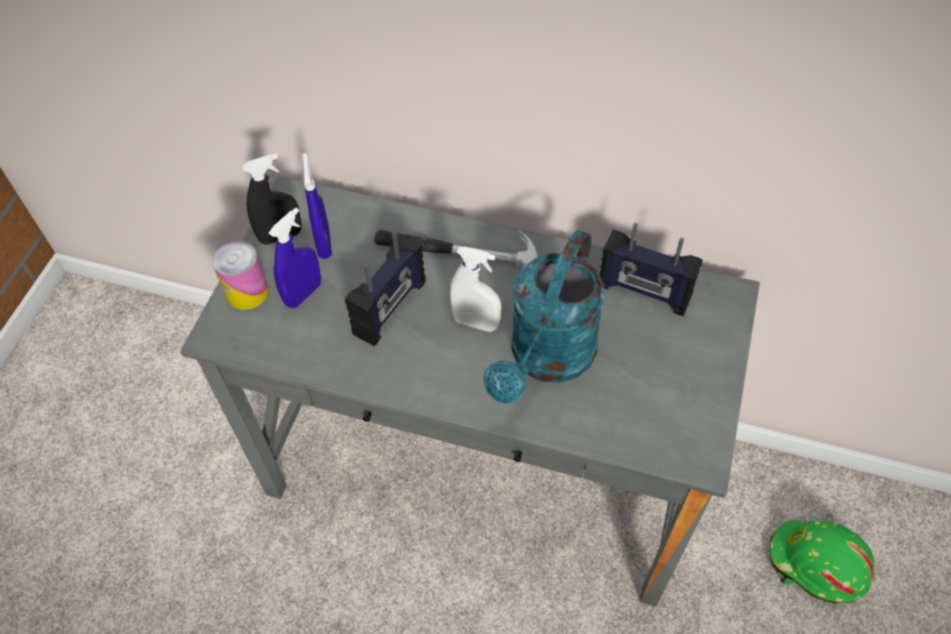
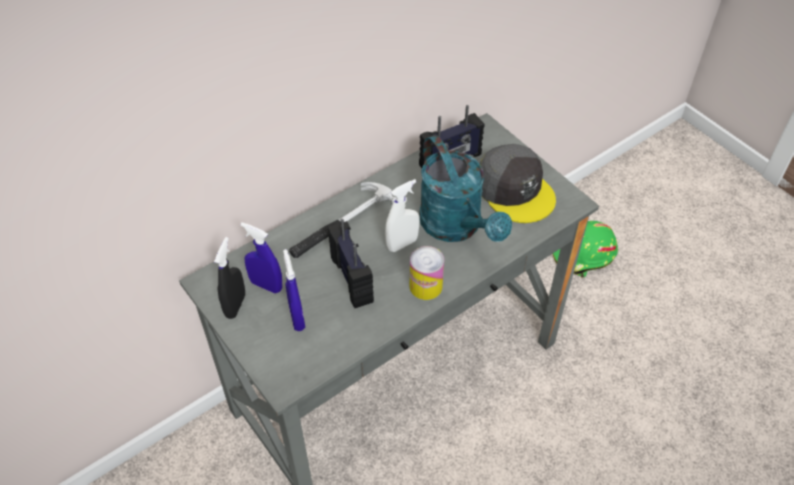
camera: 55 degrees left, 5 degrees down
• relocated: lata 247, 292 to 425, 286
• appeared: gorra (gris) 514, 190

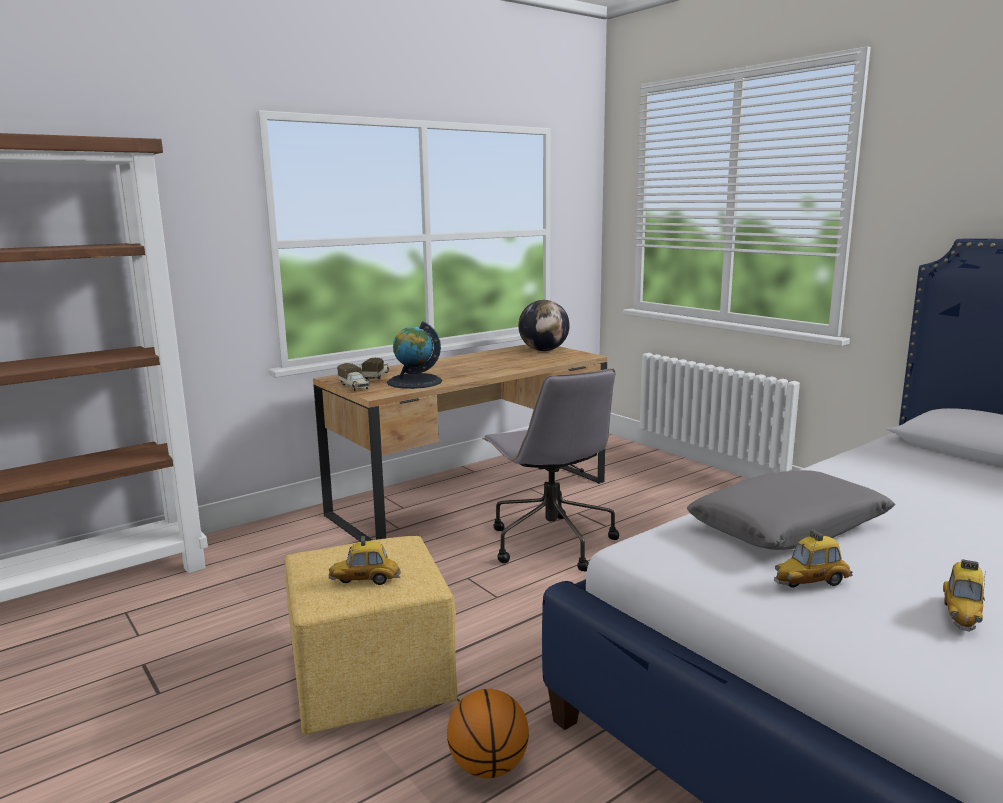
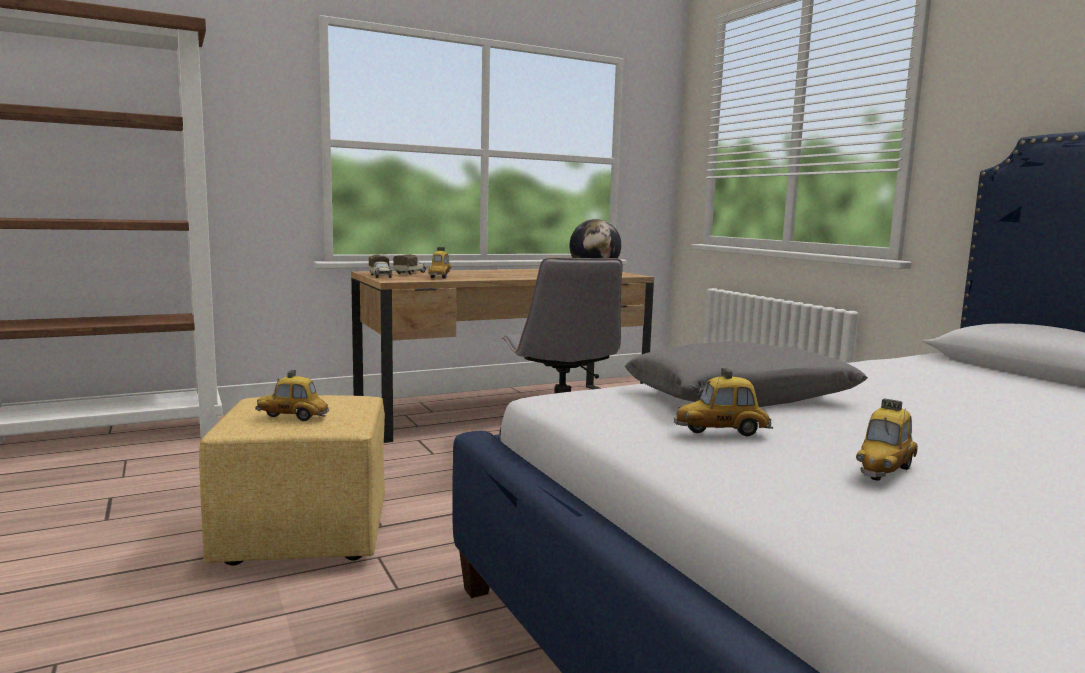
camera: 10 degrees right, 5 degrees down
• exchanged: globo terráqueo 414, 382 to coche de juguete 440, 277
• missing: balón de baloncesto 488, 766

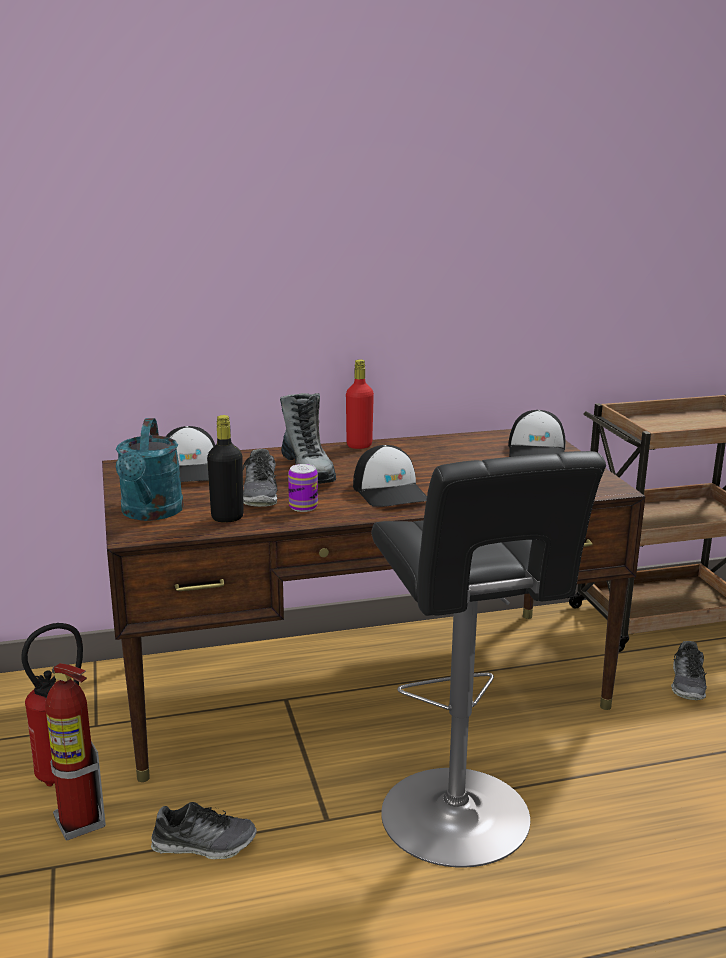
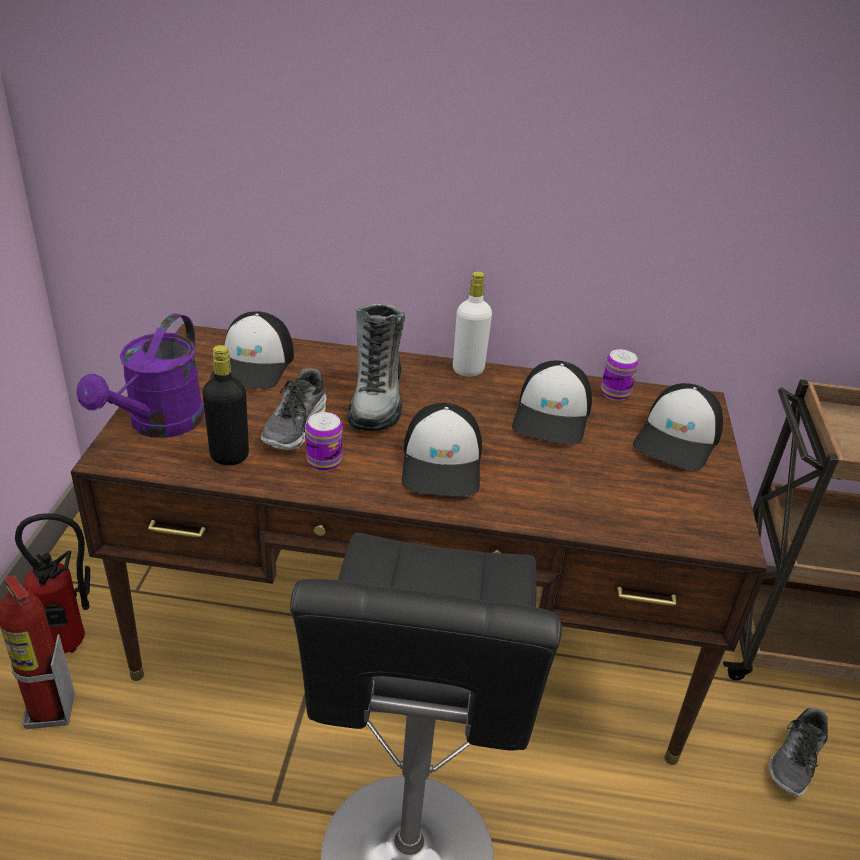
camera: 20 degrees right, 15 degrees up
• colour: regadera (turquesa) 150, 513 to regadera (morado) 158, 425
• colour: botella (rojo) 359, 445 to botella (blanco) 468, 370
• appeared: gorra 552, 416
• appeared: lata 615, 393
• missing: zapato 204, 844

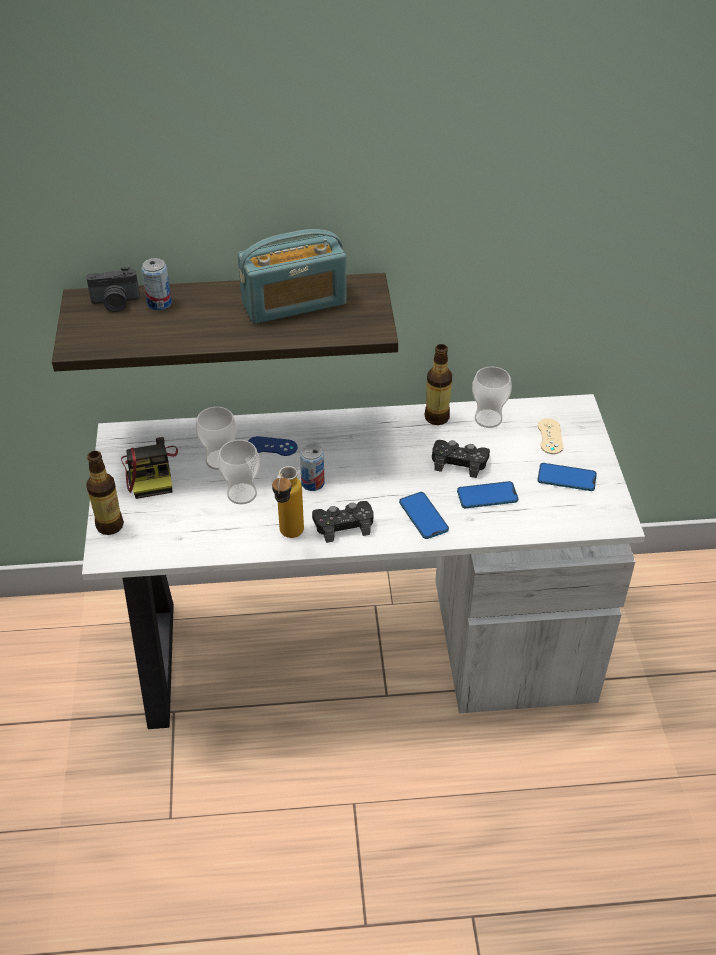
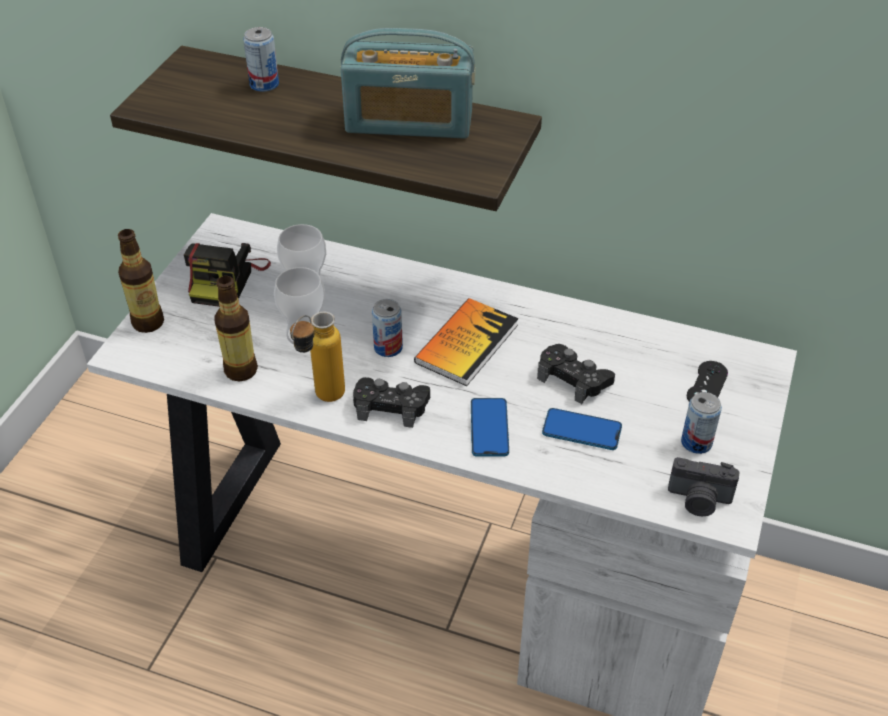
camera: 25 degrees right, 0 degrees up
• relocated: botella 436, 417 to 241, 370
• appeared: libro 467, 343
• relocated: cámara 115, 303 to 699, 500
• exchanged: móvil 566, 478 to lata 696, 442
• colour: mando de consola (beis) 550, 436 to mando de consola (negro) 707, 385
• missing: mando de consola (azul) 272, 446
• missing: taza 488, 419

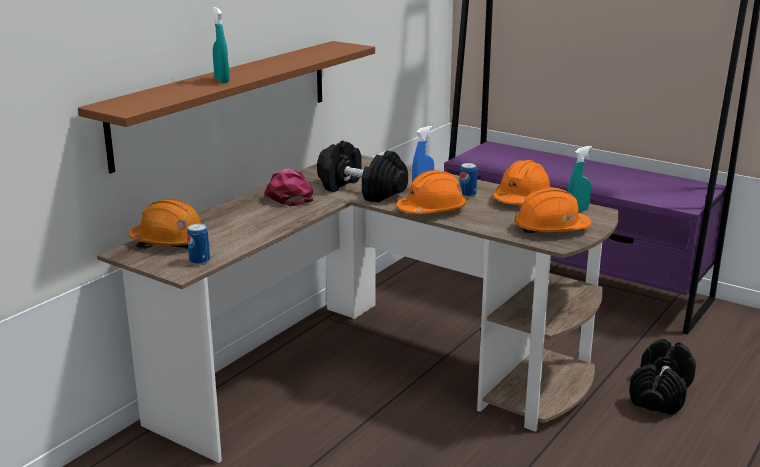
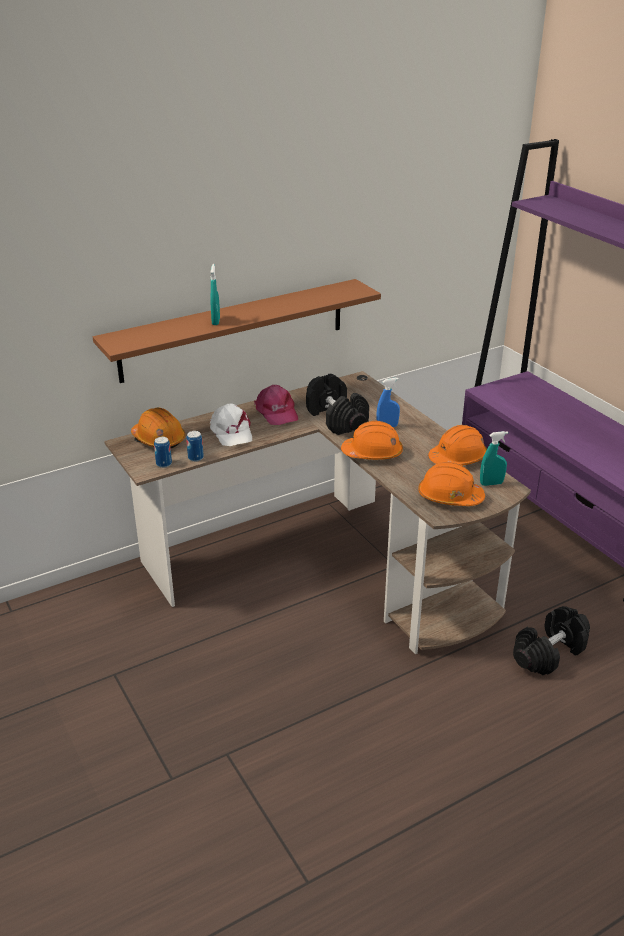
camera: 25 degrees right, 10 degrees up
• relocated: lata 467, 195 to 195, 458
• appeared: gorra (blanco) 231, 432
• spun: gorra (rosa) 288, 196 = 276, 412 150 degrees clockwise

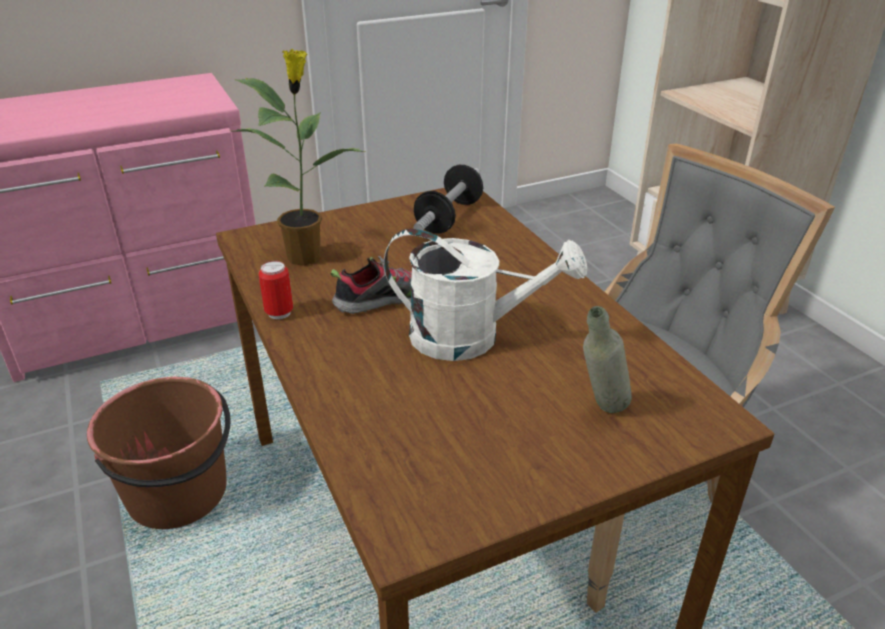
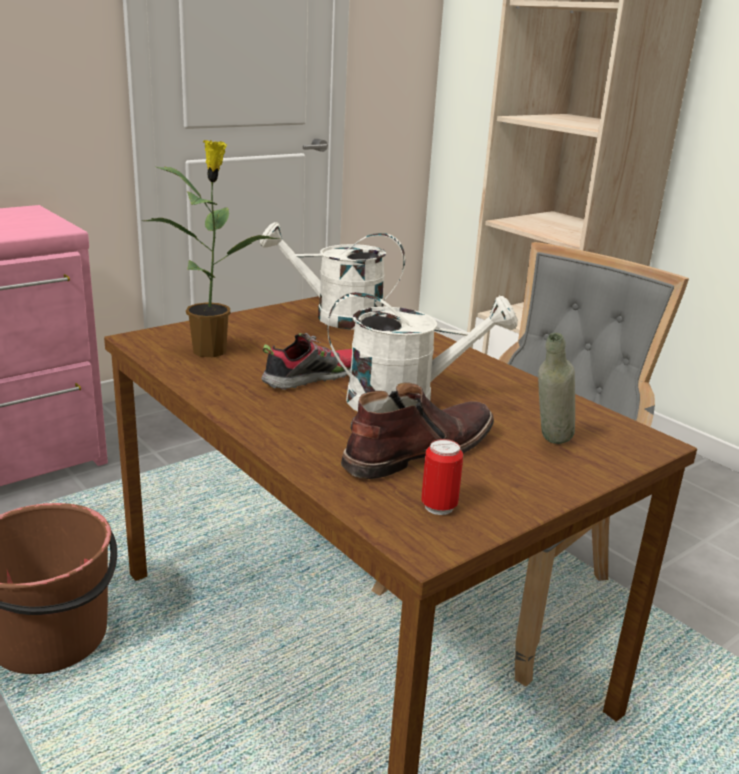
camera: 15 degrees left, 10 degrees down
• exchanged: mancuerna 449, 217 to regadera (blanco) 336, 317
• appeared: bota (marrón) 417, 451
• relocated: lata 279, 313 to 438, 507

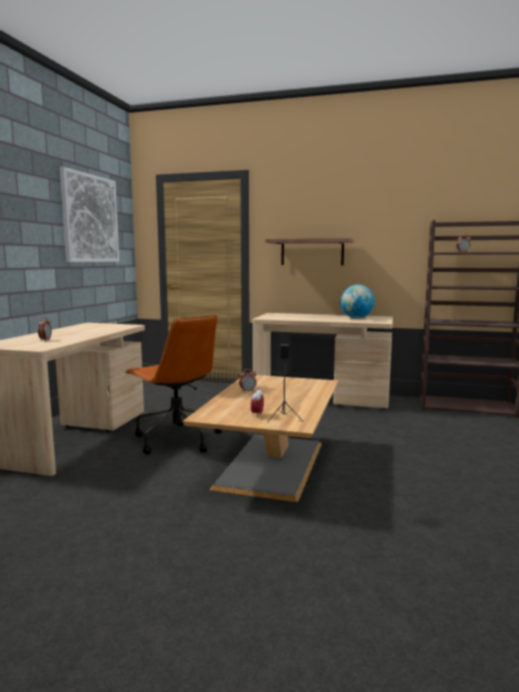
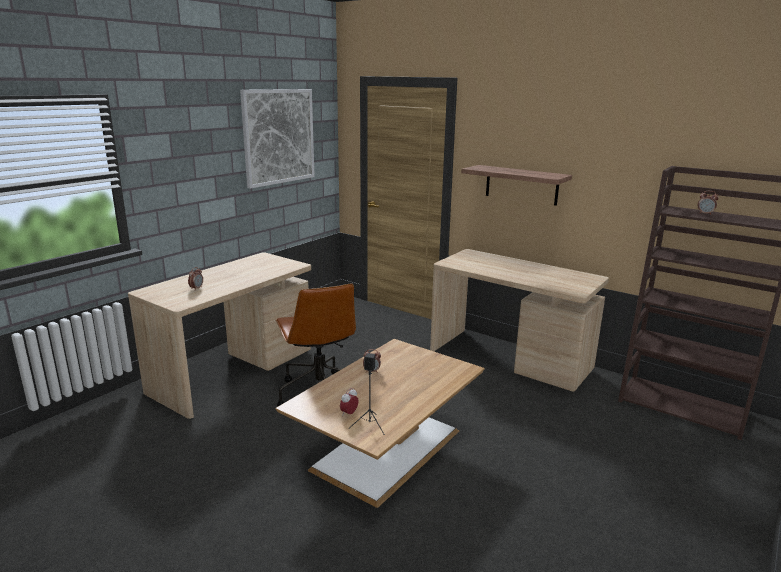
camera: 20 degrees right, 10 degrees up
• missing: globo terráqueo 356, 318

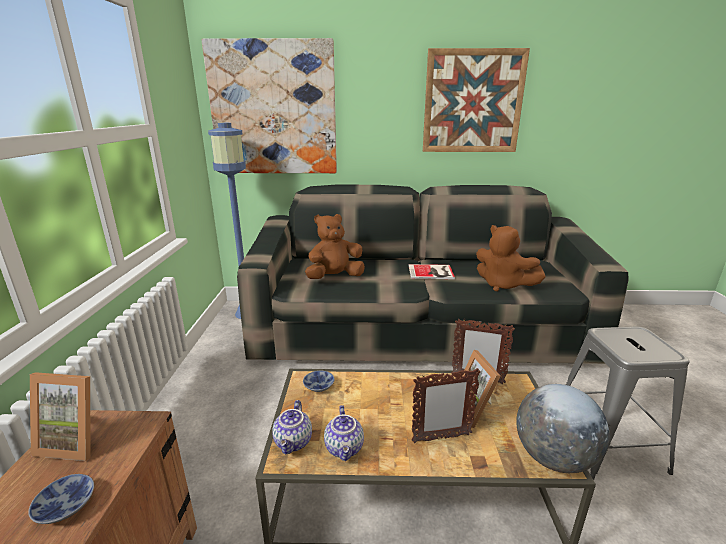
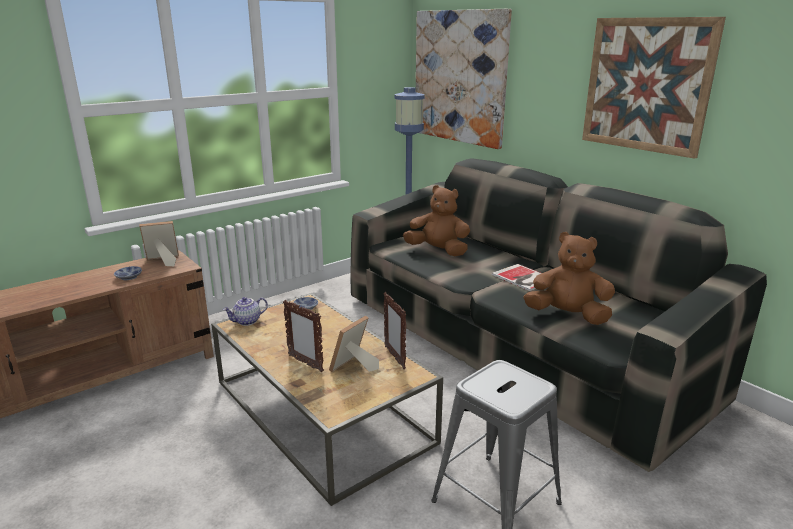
camera: 50 degrees right, 0 degrees up
• spun: portarretratos 77, 441 = 162, 261 105 degrees clockwise
• spun: peluche (marrón) 503, 285 = 567, 316 105 degrees clockwise
• missing: tetera 345, 448
• missing: globo terráqueo 553, 457

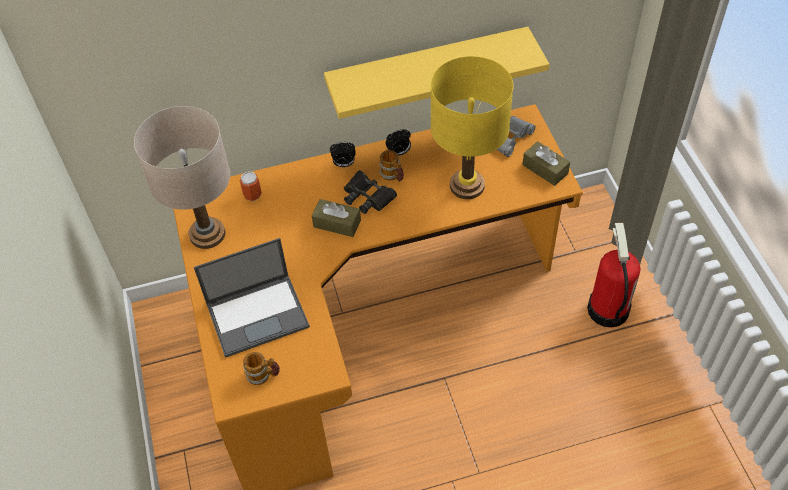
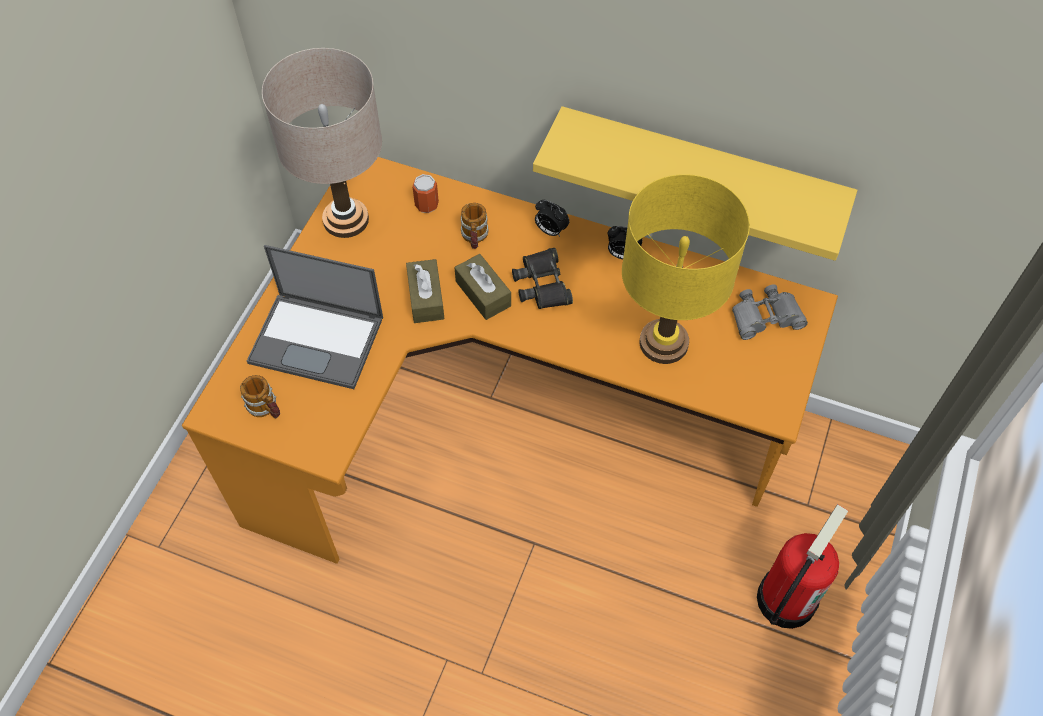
camera: 35 degrees right, 5 degrees up
• relocated: caja de pañuelos (marrón) 545, 169 to 426, 298
• relocated: taza grande 392, 175 to 474, 237

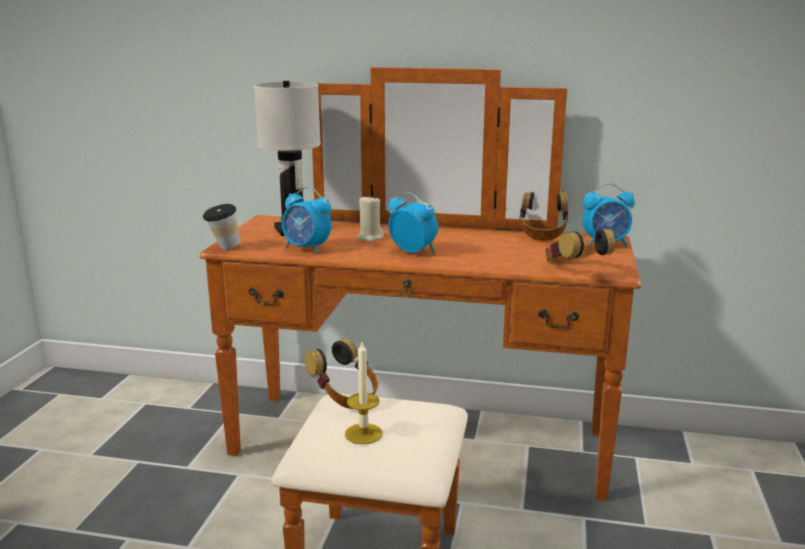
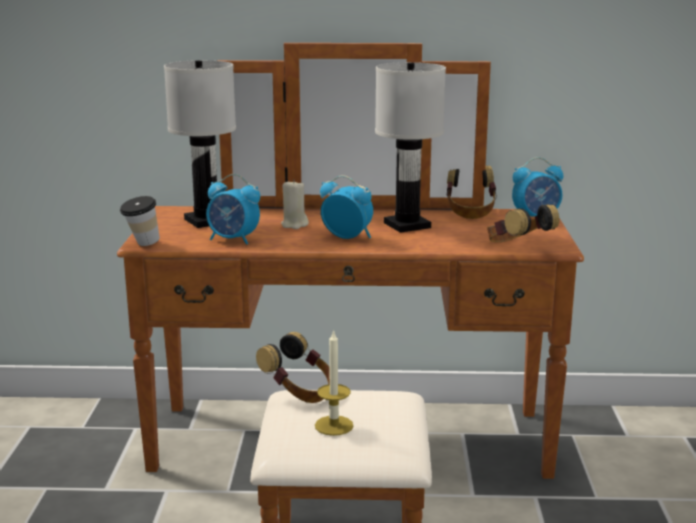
camera: 10 degrees left, 0 degrees up
• appeared: lámpara de mesa (blanco) 406, 225

